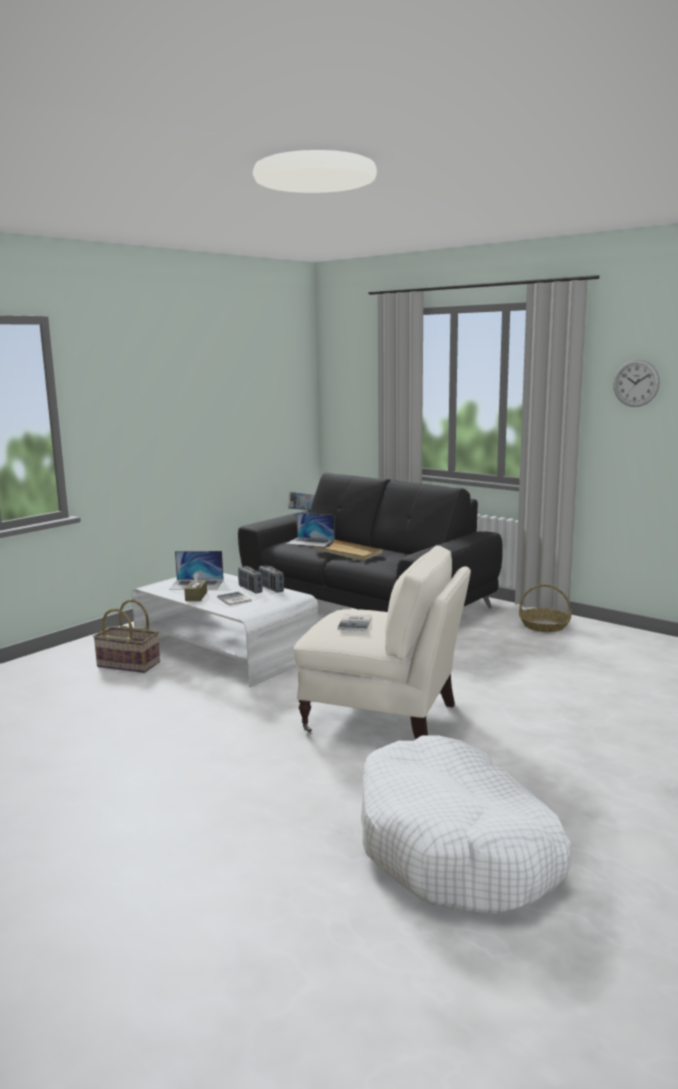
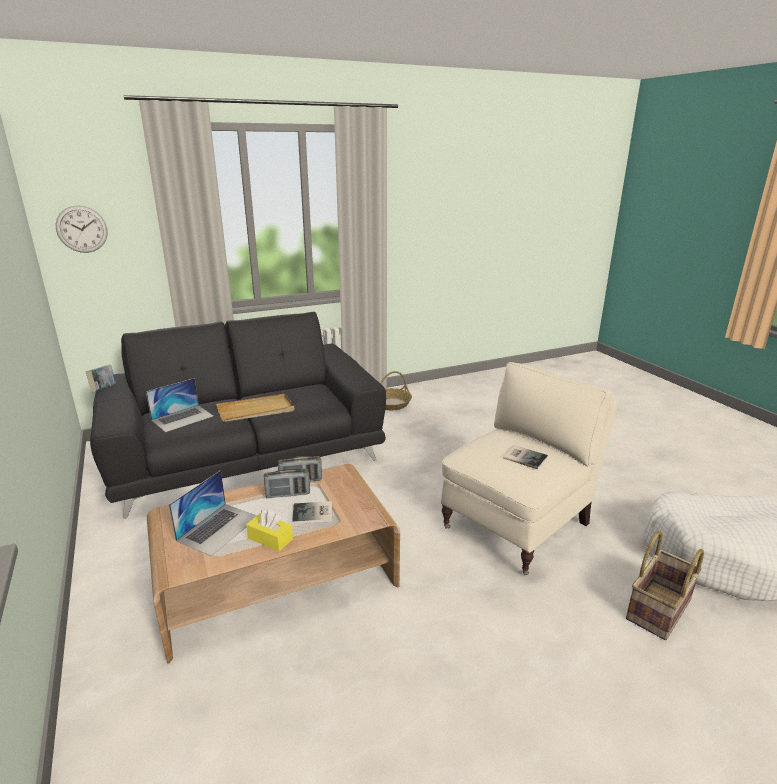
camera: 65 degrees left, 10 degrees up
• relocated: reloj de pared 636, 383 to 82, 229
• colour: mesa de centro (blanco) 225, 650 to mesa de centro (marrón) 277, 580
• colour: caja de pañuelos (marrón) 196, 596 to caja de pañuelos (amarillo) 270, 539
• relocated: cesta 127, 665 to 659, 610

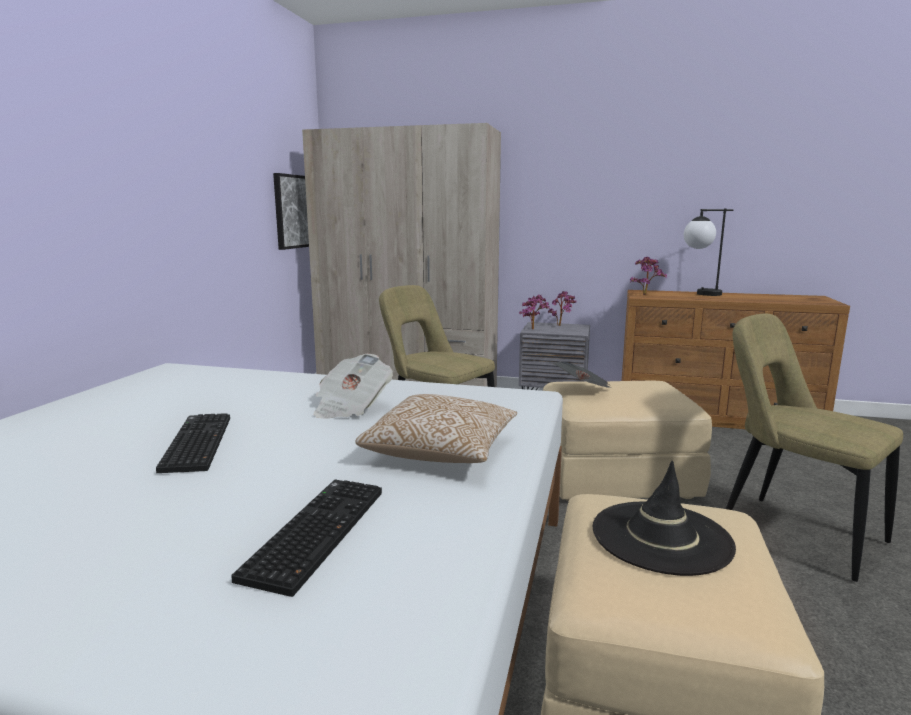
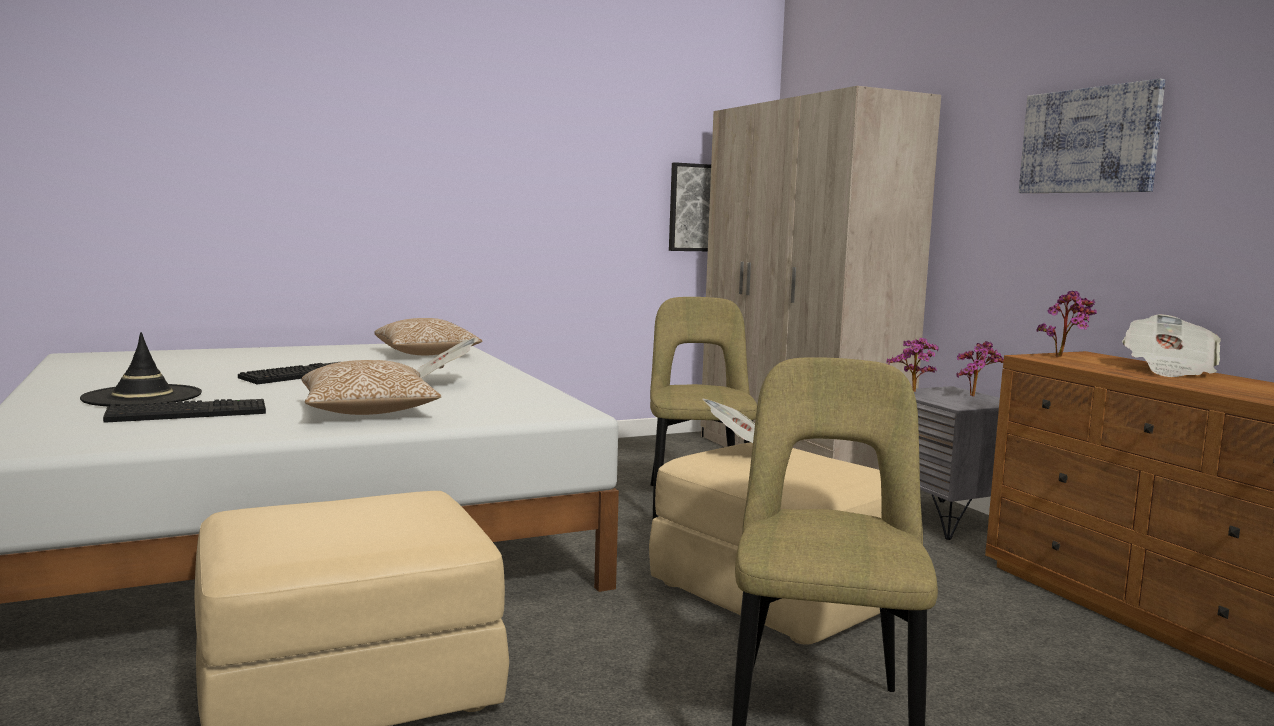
camera: 50 degrees right, 5 degrees down
• relocated: sombrero (negro) 661, 537 to 142, 397
• appeared: cojín 426, 354
• appeared: cuadro 1089, 140
• exchanged: lámpara de mesa 700, 294 to periódico 1168, 371

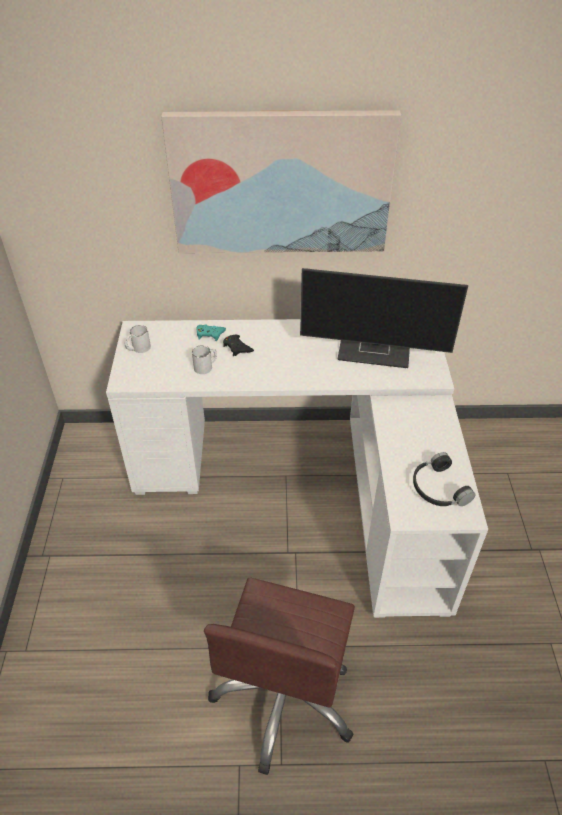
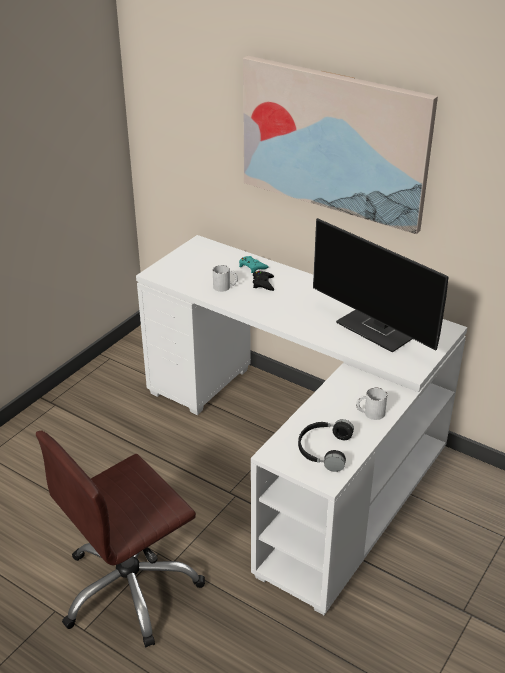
camera: 35 degrees right, 10 degrees down
• relocated: taza grande (blanco) 138, 348 to 370, 413

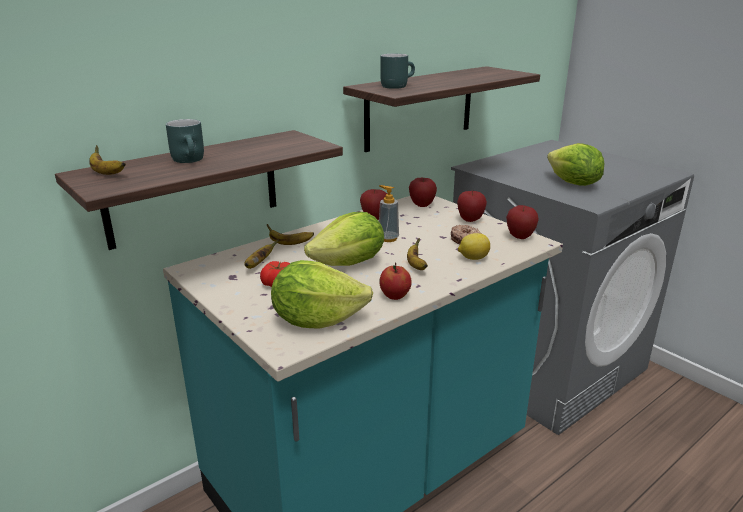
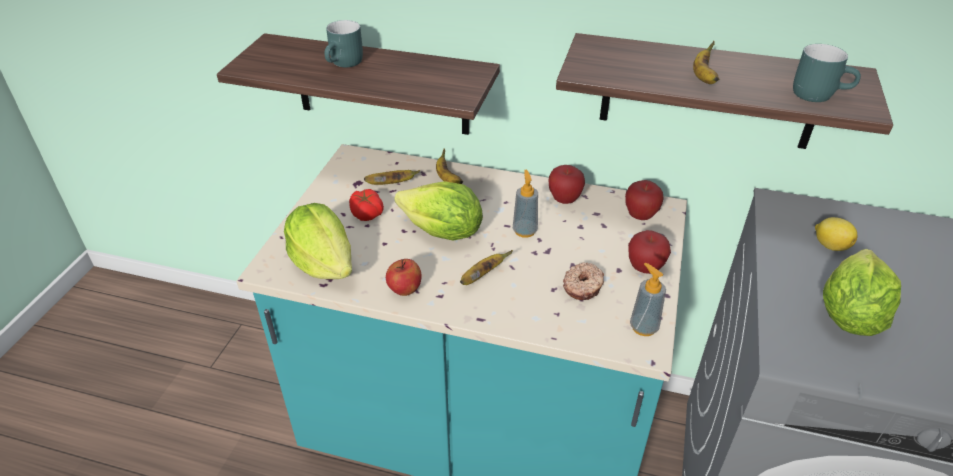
camera: 55 degrees right, 15 degrees up
• exchanged: manzana 520, 237 to dispensador de jabón 643, 327
• relocated: plátano 106, 173 to 703, 77
• relocated: taza grande (turquesa) 396, 86 to 818, 94
• relocated: limón 473, 258 to 830, 245

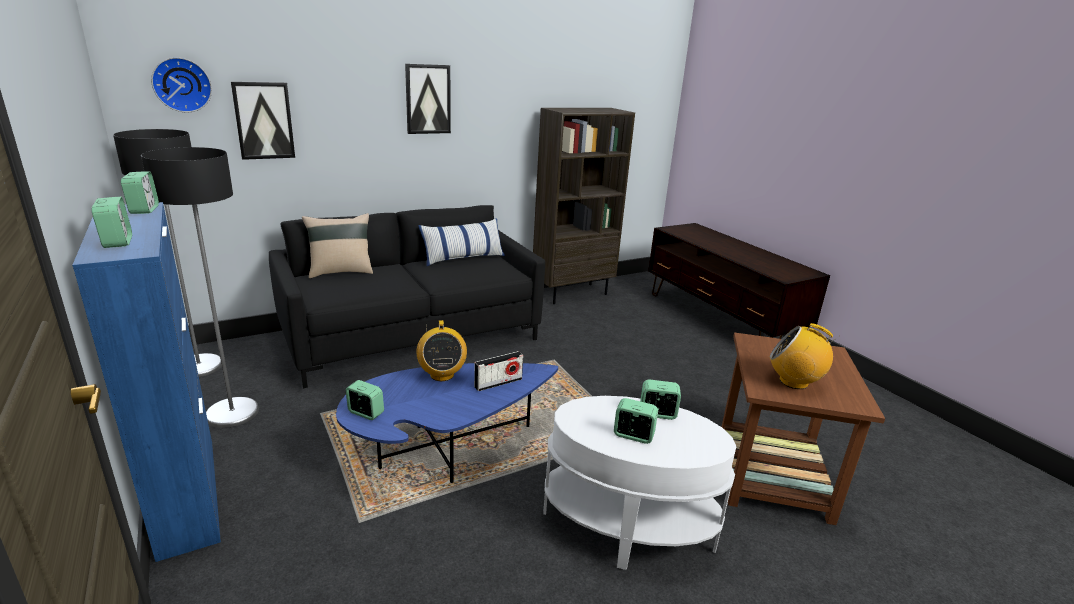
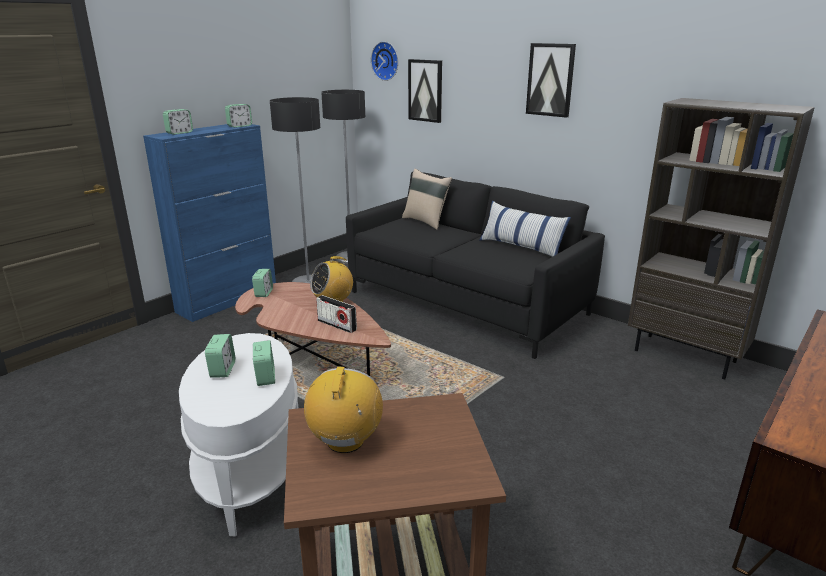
camera: 70 degrees right, 0 degrees up
• colour: mesa de centro (azul) 445, 450 to mesa de centro (marrón) 312, 361

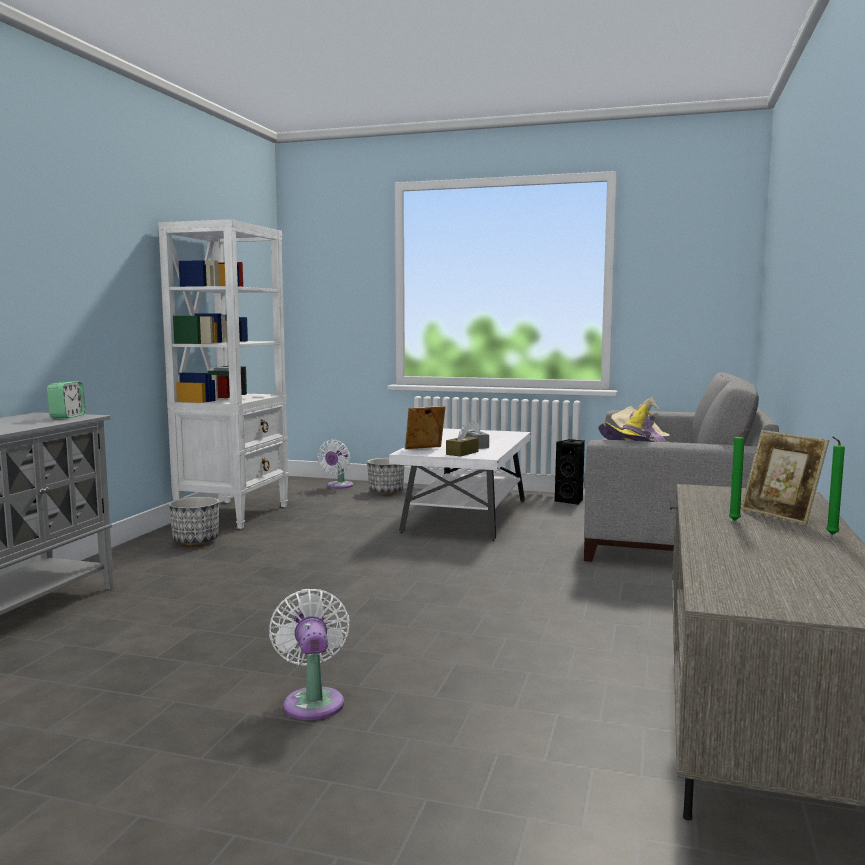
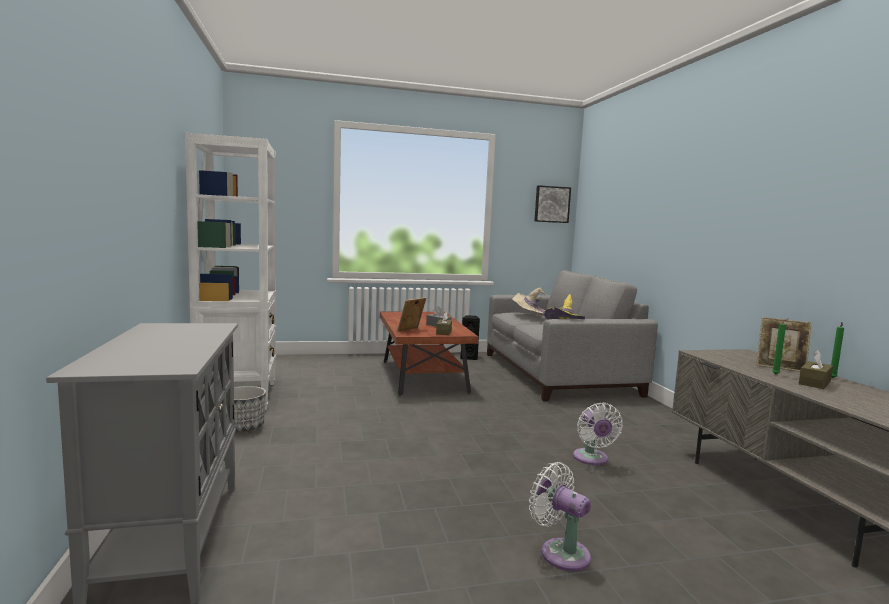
camera: 30 degrees left, 0 degrees up
• colour: mesa de centro (blanco) 466, 516 to mesa de centro (marrón) 422, 376
• appeared: cuadro 551, 204
• relocated: ventilador (blanco) 338, 486 to 591, 459
• appeared: caja de pañuelos (marrón) 814, 382
• missing: despertador 67, 416
• missing: maceta 386, 492

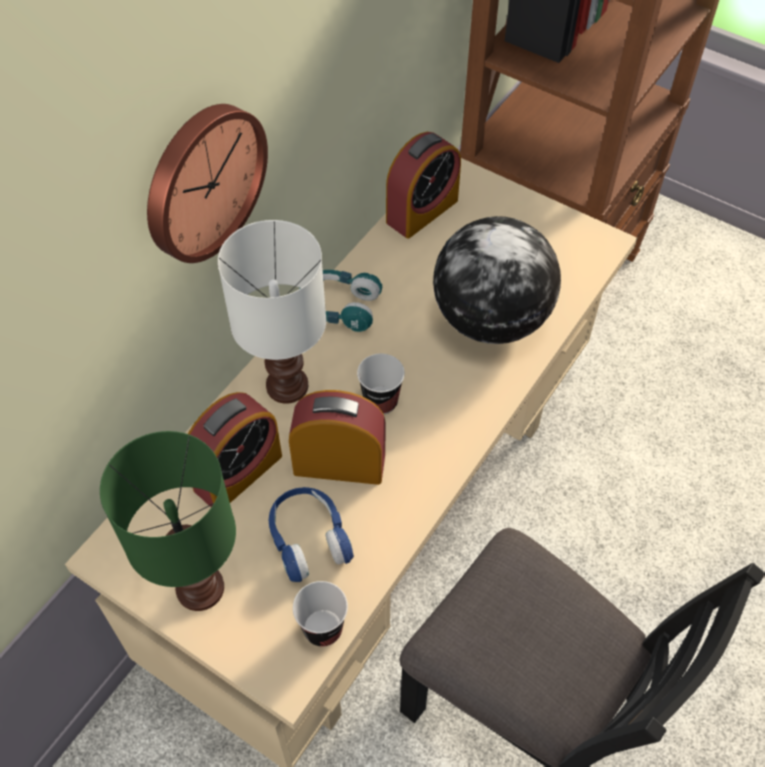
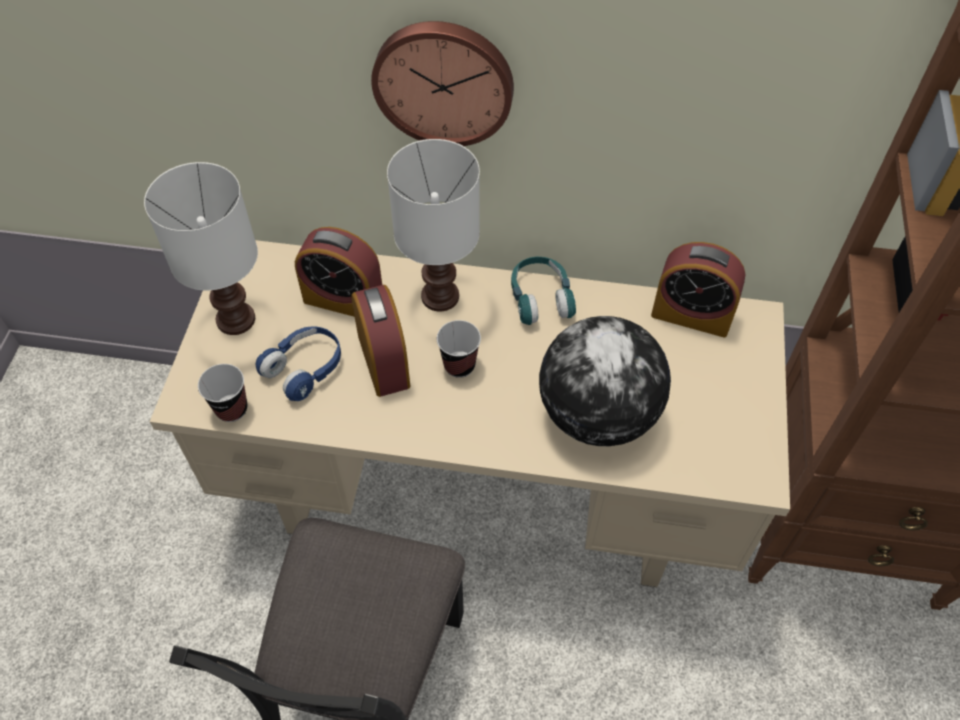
camera: 65 degrees right, 0 degrees up
• colour: lámpara de mesa (verde) 202, 587 to lámpara de mesa (blanco) 237, 320

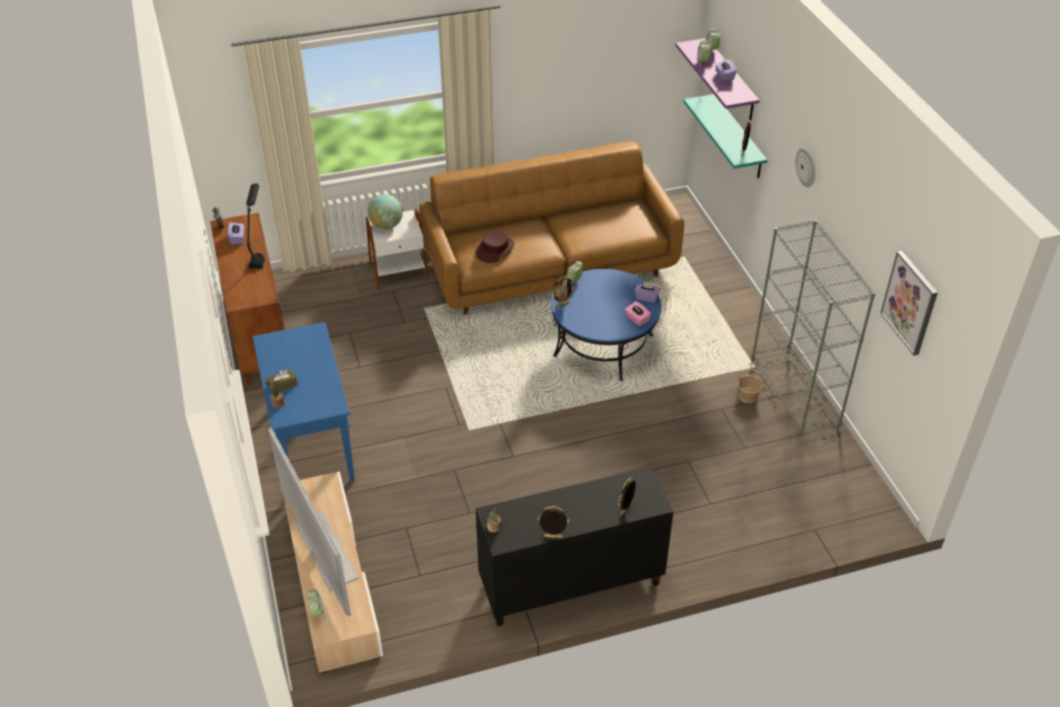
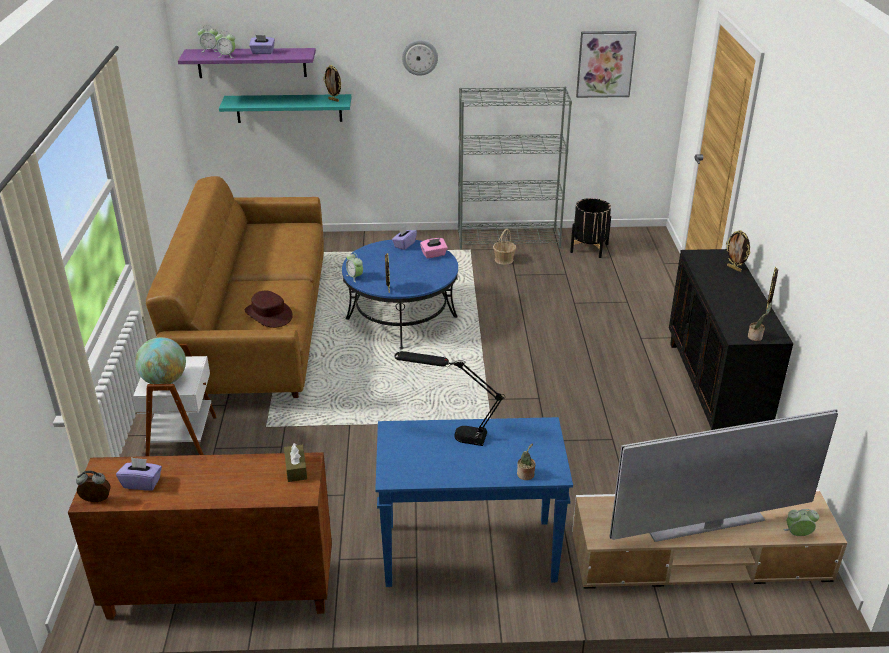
camera: 75 degrees left, 10 degrees down
• relocated: caja de pañuelos (marrón) 283, 385 to 296, 469
• relocated: lámpara de mesa (negro) 259, 253 to 449, 433
• appeared: maceta (negro) 589, 248

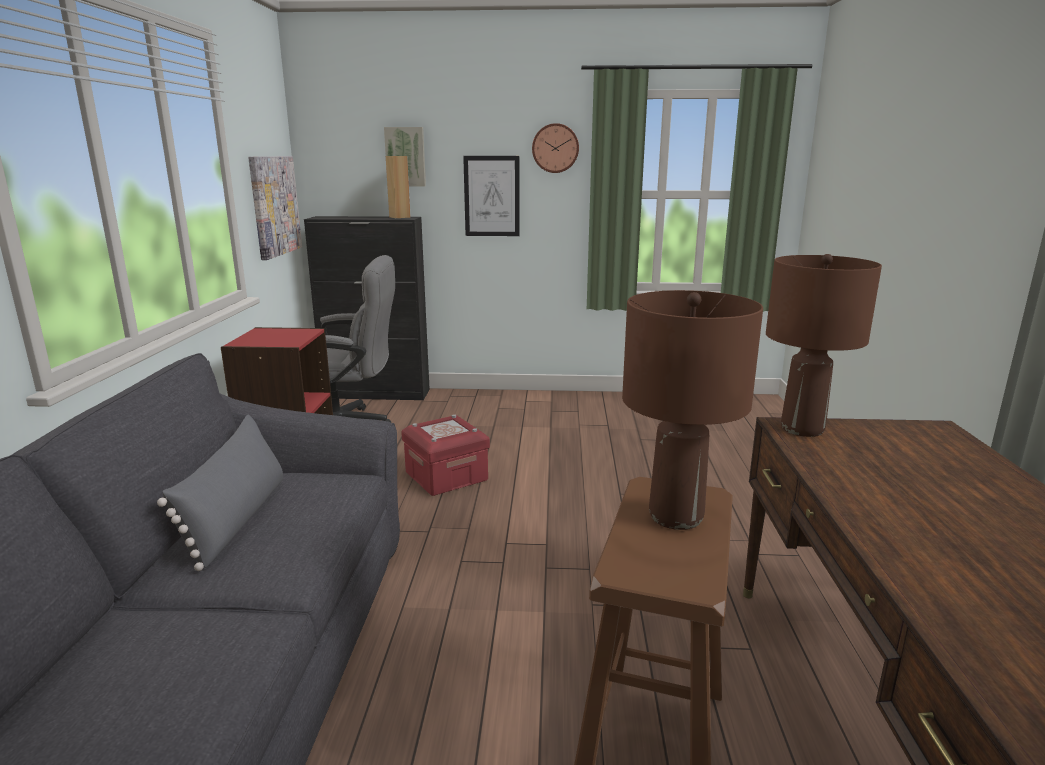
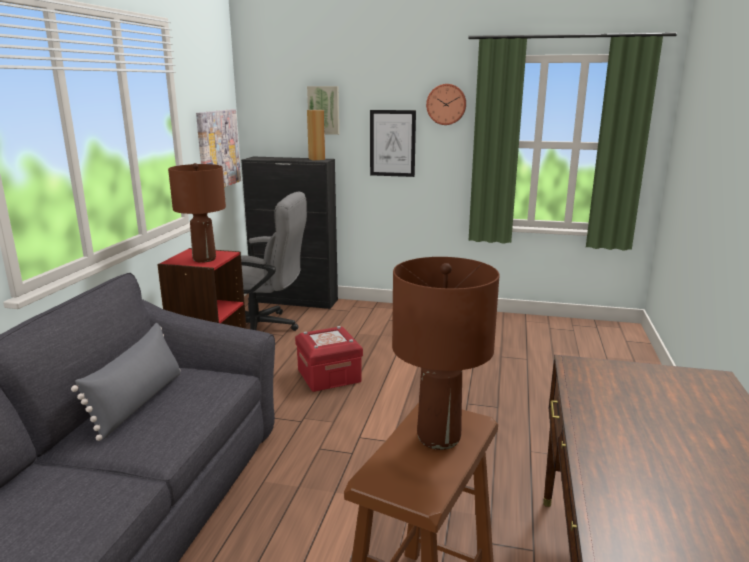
camera: 10 degrees right, 0 degrees up
• relocated: lámpara de mesa (marrón) 802, 429 to 205, 259

